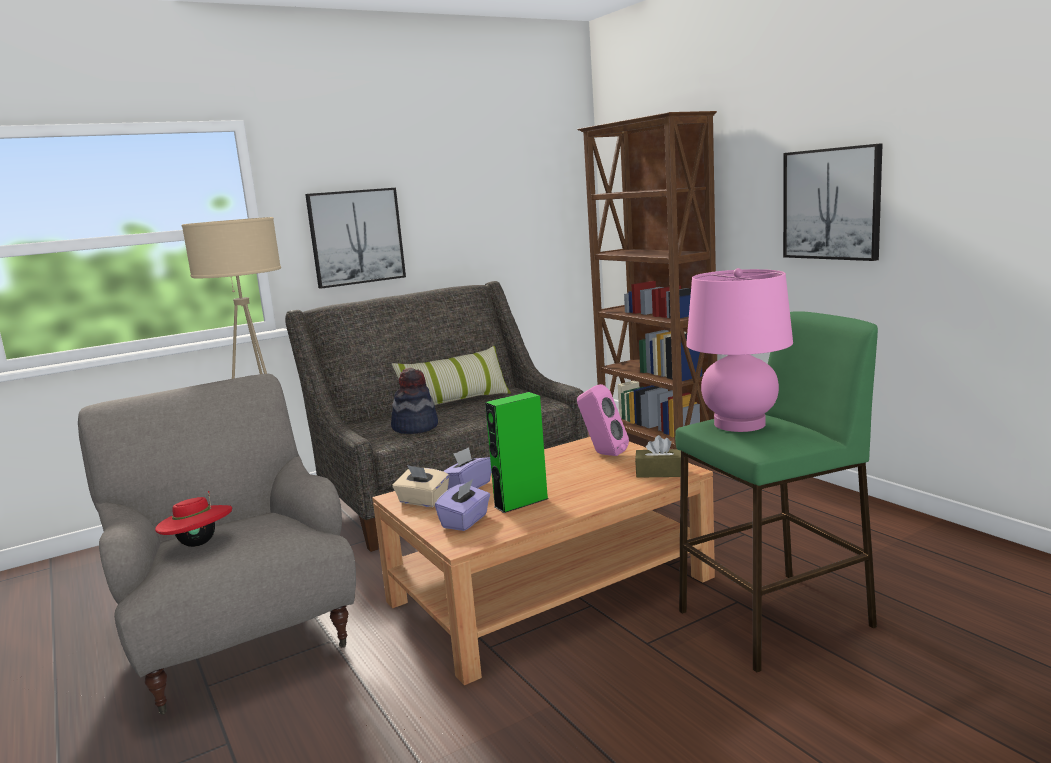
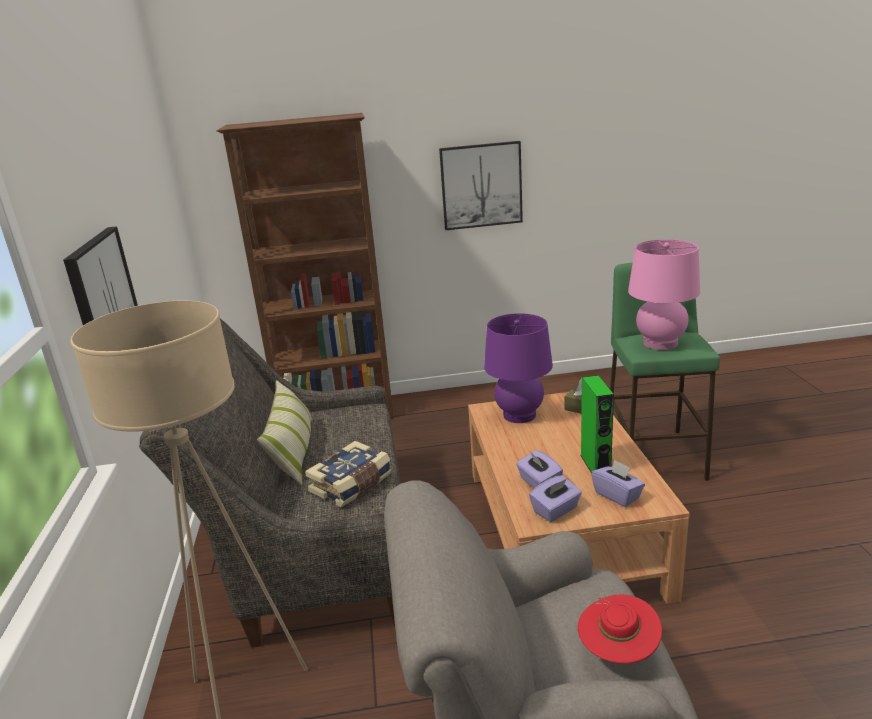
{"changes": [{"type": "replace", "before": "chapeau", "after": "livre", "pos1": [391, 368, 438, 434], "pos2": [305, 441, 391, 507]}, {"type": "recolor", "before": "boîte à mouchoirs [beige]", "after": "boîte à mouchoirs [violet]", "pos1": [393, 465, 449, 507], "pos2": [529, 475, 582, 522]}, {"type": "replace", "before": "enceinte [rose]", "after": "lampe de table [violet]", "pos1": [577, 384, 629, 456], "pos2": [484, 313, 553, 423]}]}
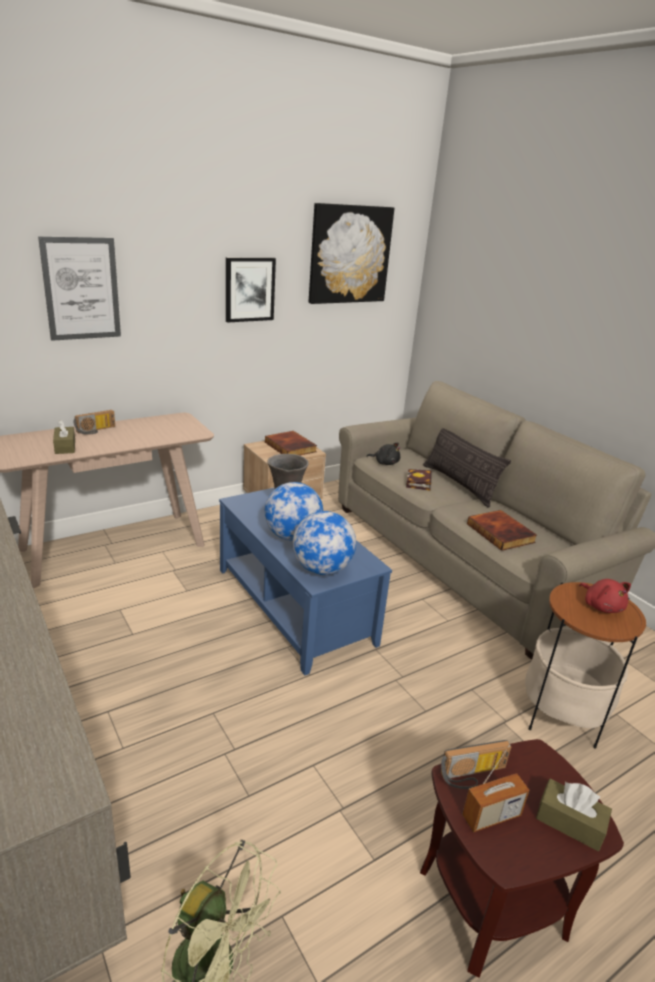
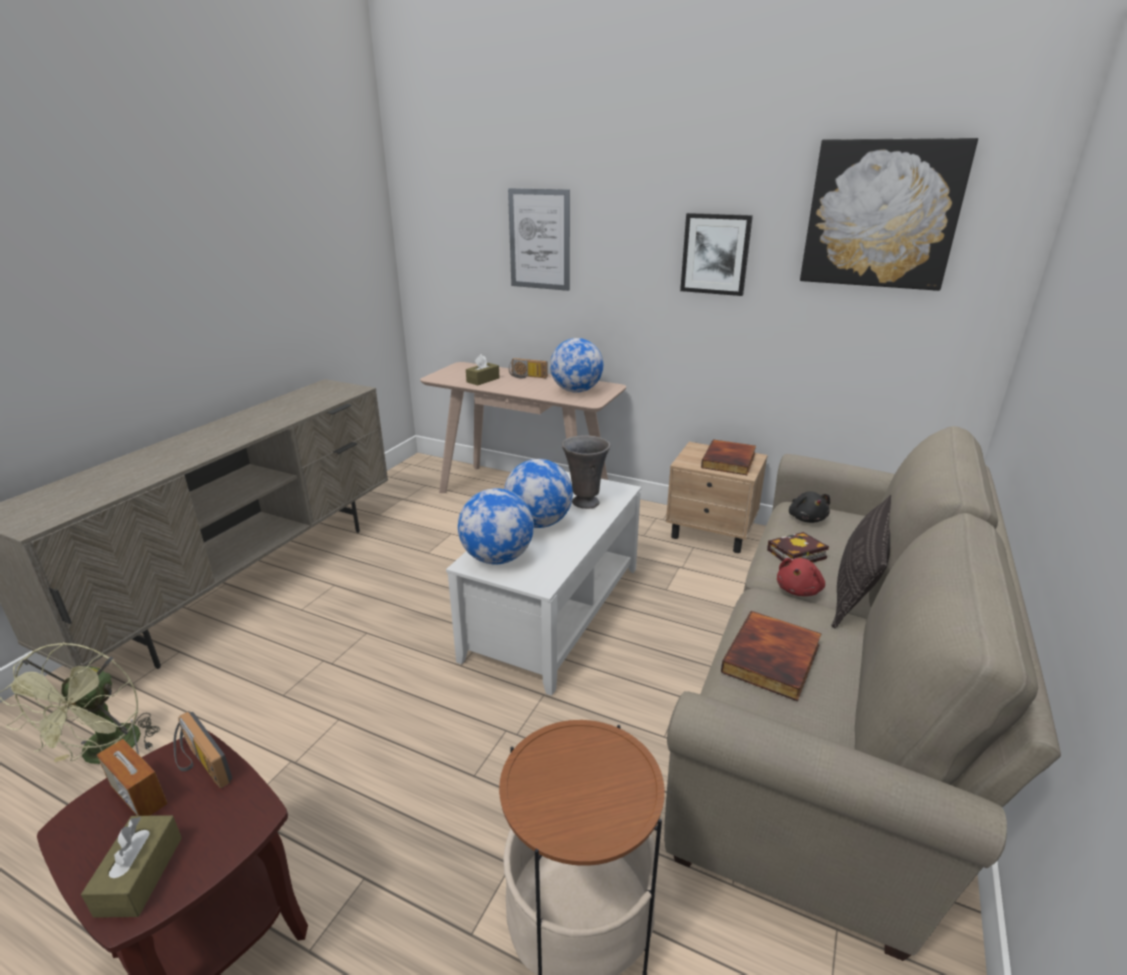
{"changes": [{"type": "recolor", "before": "table basse [bleu]", "after": "table basse [blanc]", "pos1": [219, 488, 392, 675], "pos2": [446, 471, 641, 696]}, {"type": "move", "before": "peluche [rouge]", "pos1": [579, 579, 631, 613], "pos2": [777, 558, 825, 596]}, {"type": "insert", "after": "globe", "pos2": [550, 338, 603, 393]}]}
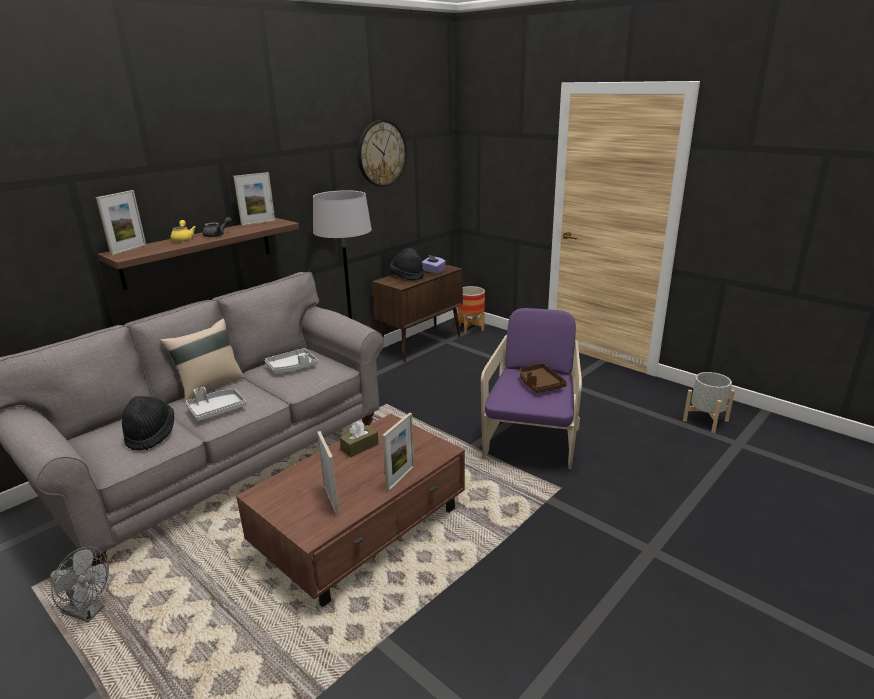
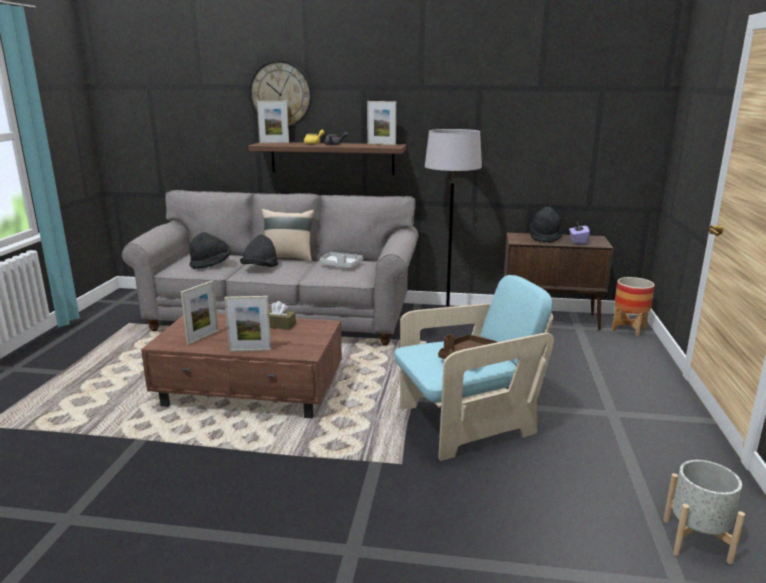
{"changes": [{"type": "delete", "before": "ventilateur [gris]", "pos1": [50, 547, 109, 622]}, {"type": "replace", "before": "plateau [gris]", "after": "chapeau [noir]", "pos1": [185, 387, 246, 421], "pos2": [240, 235, 278, 267]}, {"type": "move", "before": "horloge murale", "pos1": [357, 120, 407, 187], "pos2": [249, 60, 312, 127]}, {"type": "recolor", "before": "fauteuil [violet]", "after": "fauteuil [turquoise]", "pos1": [481, 308, 582, 469], "pos2": [395, 275, 554, 461]}]}
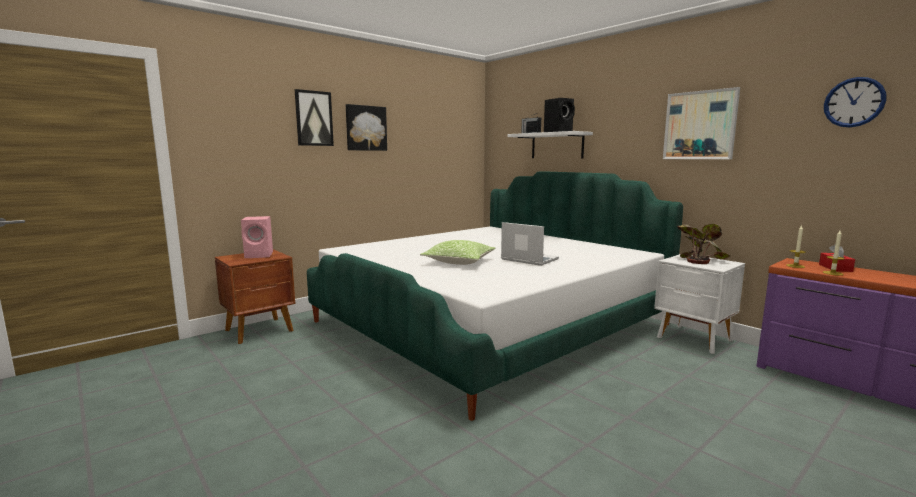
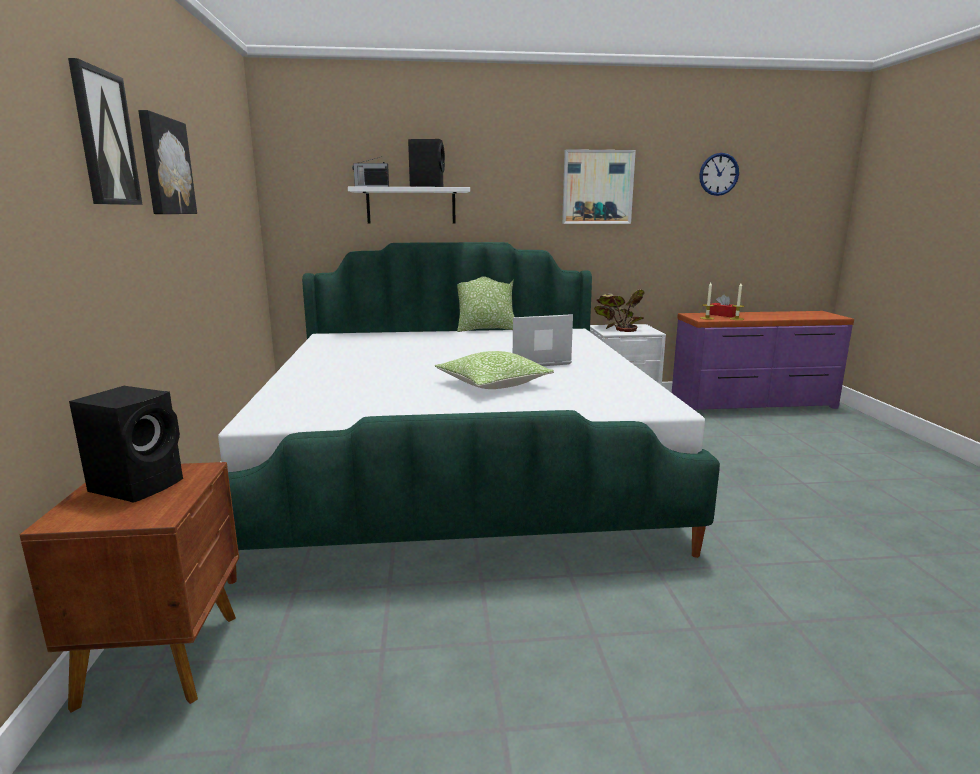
{"changes": [{"type": "recolor", "before": "enceinte [rose]", "after": "enceinte [noir]", "pos1": [241, 216, 273, 258], "pos2": [69, 386, 183, 503]}, {"type": "insert", "after": "coussin", "pos2": [457, 276, 514, 332]}]}
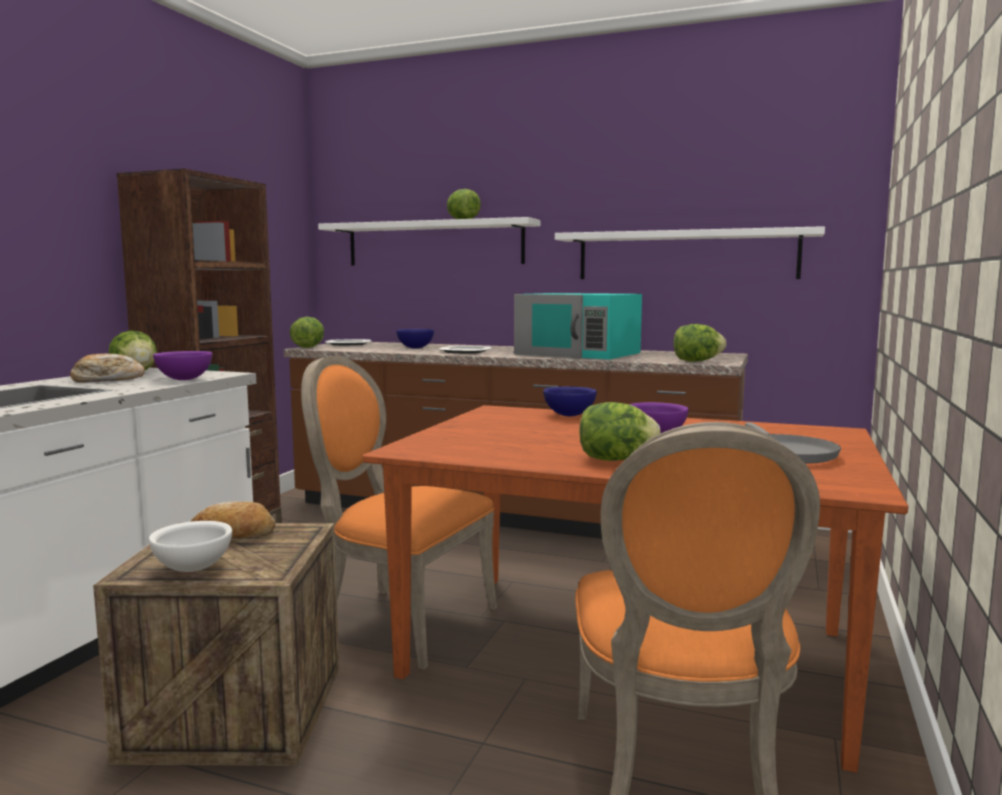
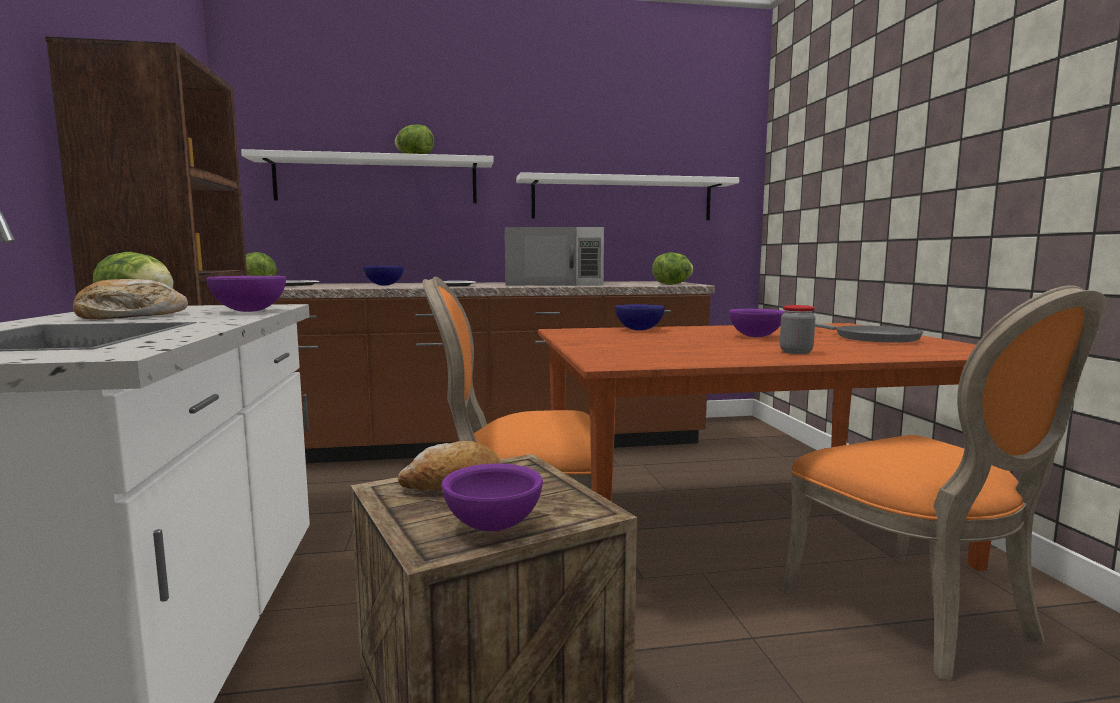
{"changes": [{"type": "recolor", "before": "bol [blanc]", "after": "bol [violet]", "pos1": [149, 521, 232, 572], "pos2": [441, 464, 543, 531]}, {"type": "recolor", "before": "micro-ondes [turquoise]", "after": "micro-ondes [blanc]", "pos1": [514, 293, 642, 359], "pos2": [505, 227, 604, 286]}, {"type": "replace", "before": "laitue", "after": "bocal", "pos1": [579, 402, 661, 461], "pos2": [780, 305, 815, 354]}]}
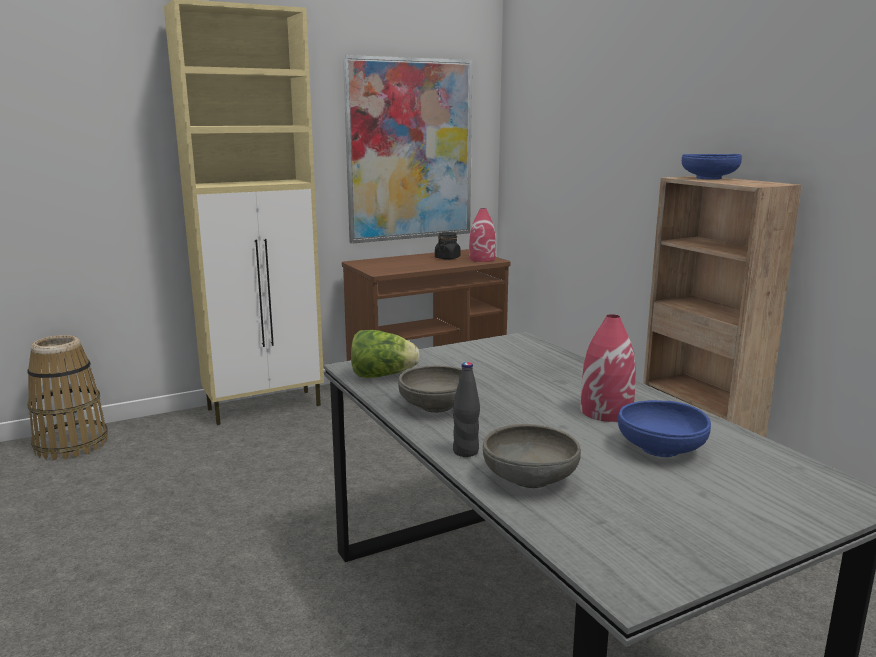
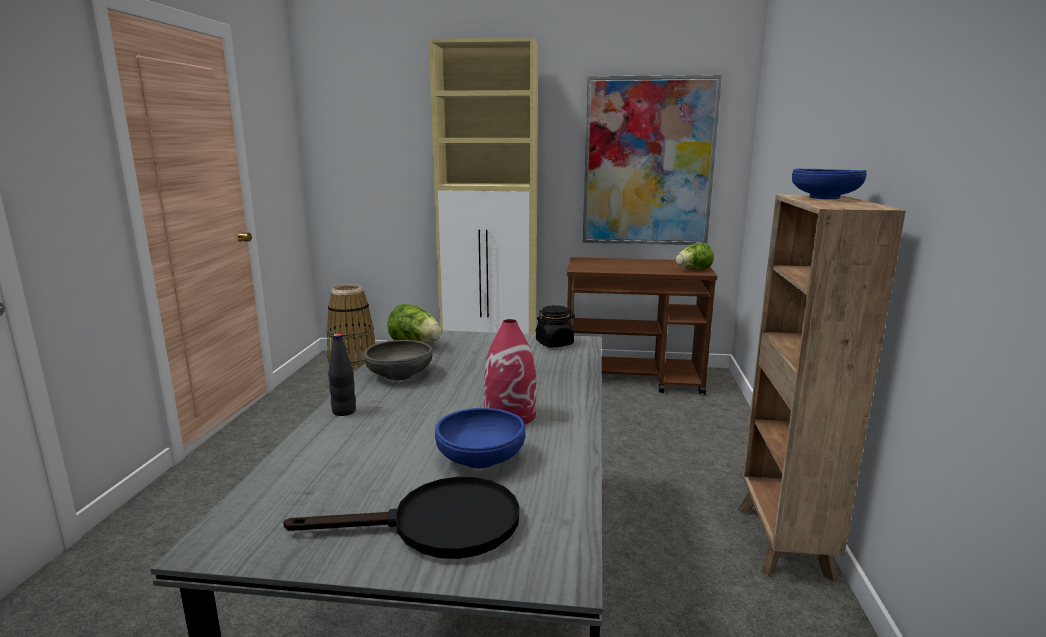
{"changes": [{"type": "move", "before": "bocal [noir]", "pos1": [435, 232, 461, 260], "pos2": [536, 305, 575, 347]}, {"type": "replace", "before": "vase [rouge]", "after": "laitue", "pos1": [469, 208, 496, 262], "pos2": [676, 243, 714, 270]}, {"type": "delete", "before": "bol [gris]", "pos1": [483, 424, 581, 488]}, {"type": "insert", "after": "poêle [noir]", "pos2": [283, 477, 519, 559]}]}
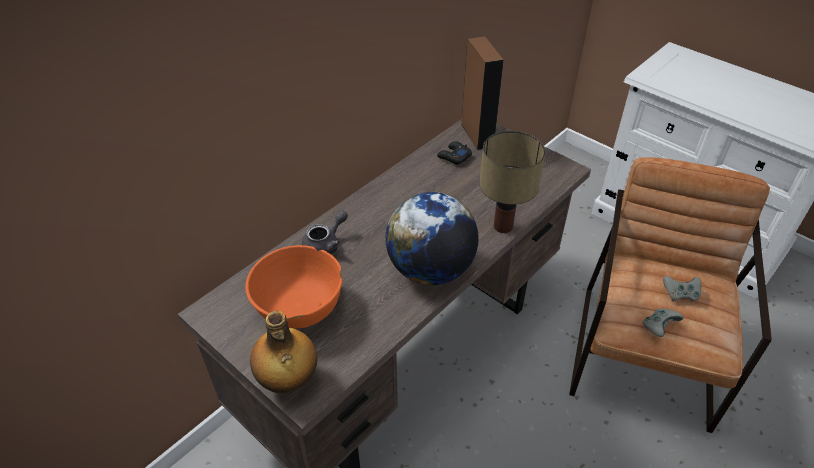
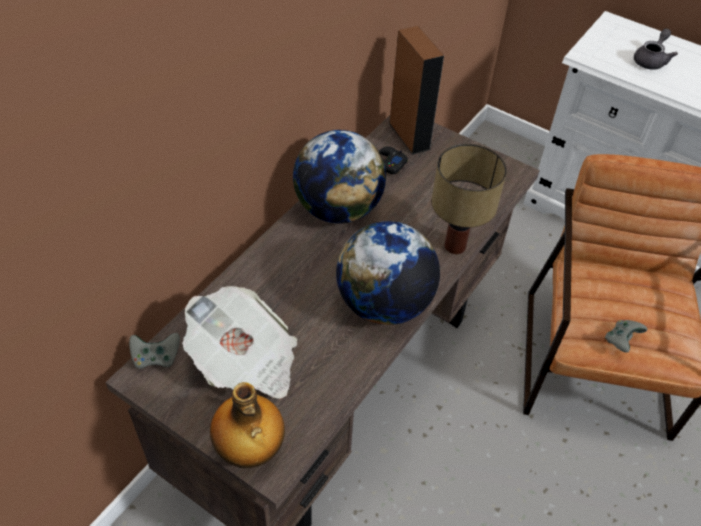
{"changes": [{"type": "replace", "before": "bol [orange]", "after": "journal", "pos1": [245, 245, 343, 329], "pos2": [182, 286, 297, 399]}, {"type": "move", "before": "théière [gris]", "pos1": [302, 210, 348, 254], "pos2": [634, 29, 678, 70]}, {"type": "move", "before": "manette [gris]", "pos1": [663, 276, 701, 302], "pos2": [129, 333, 180, 369]}, {"type": "insert", "after": "globe", "pos2": [293, 130, 386, 224]}]}
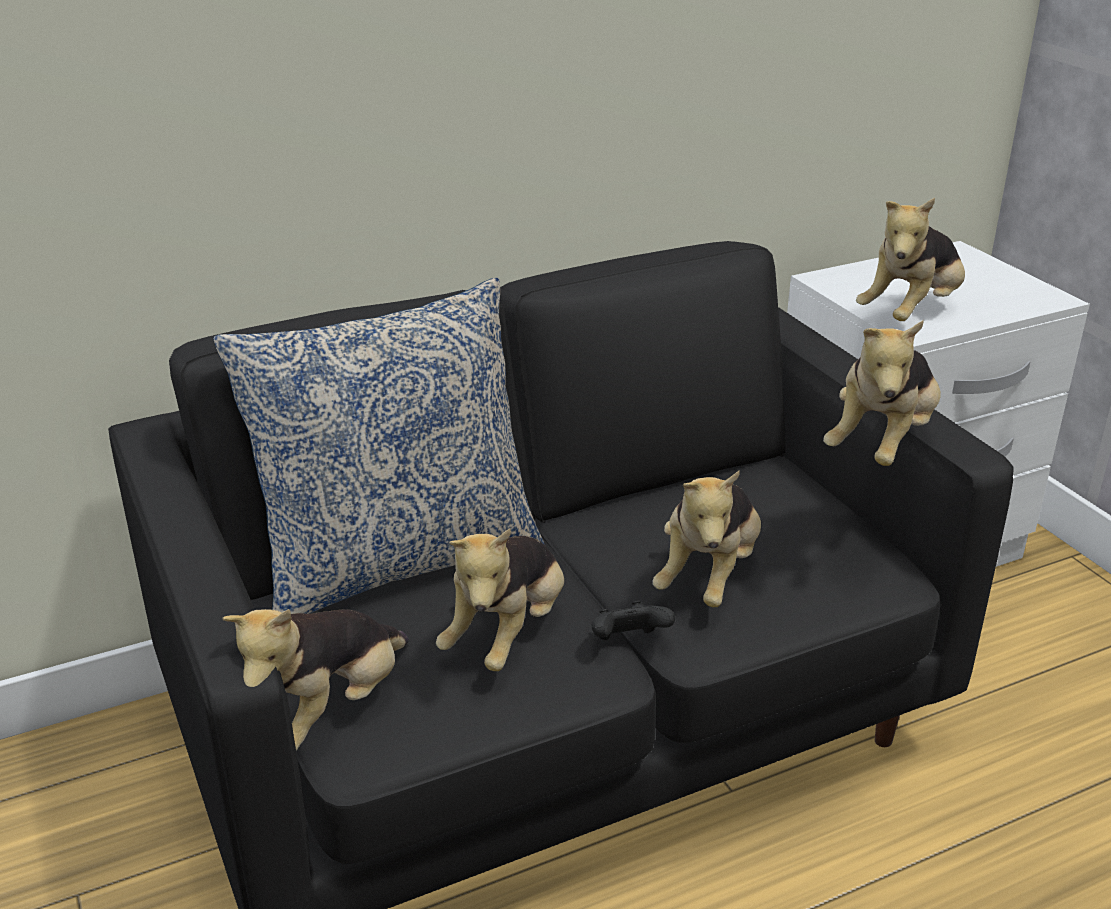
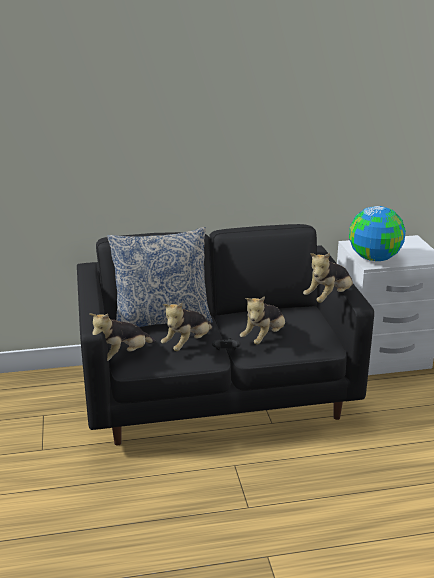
{"changes": [{"type": "replace", "before": "peluche", "after": "globe", "pos1": [856, 198, 965, 321], "pos2": [349, 206, 406, 261]}]}
